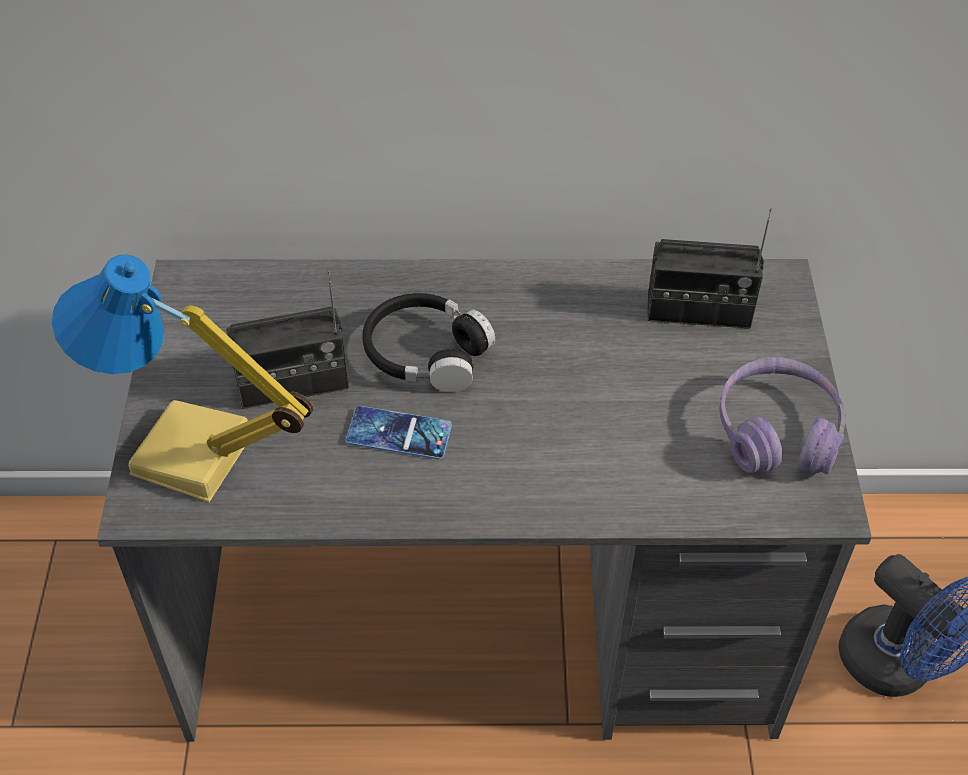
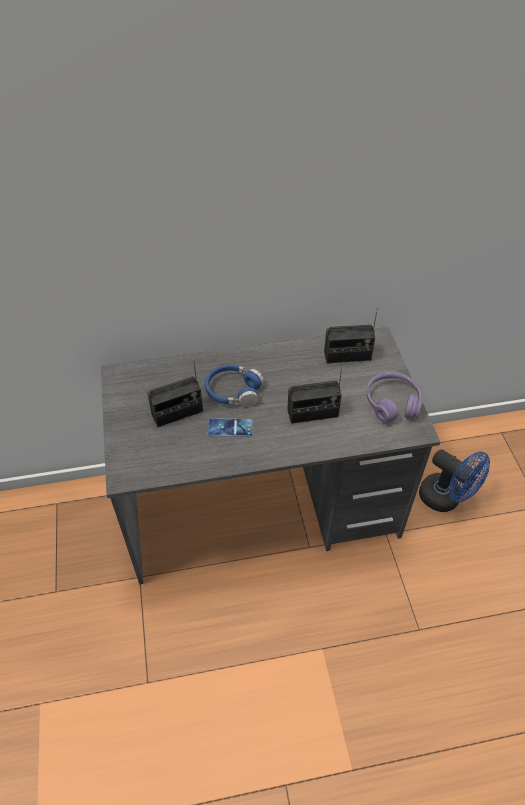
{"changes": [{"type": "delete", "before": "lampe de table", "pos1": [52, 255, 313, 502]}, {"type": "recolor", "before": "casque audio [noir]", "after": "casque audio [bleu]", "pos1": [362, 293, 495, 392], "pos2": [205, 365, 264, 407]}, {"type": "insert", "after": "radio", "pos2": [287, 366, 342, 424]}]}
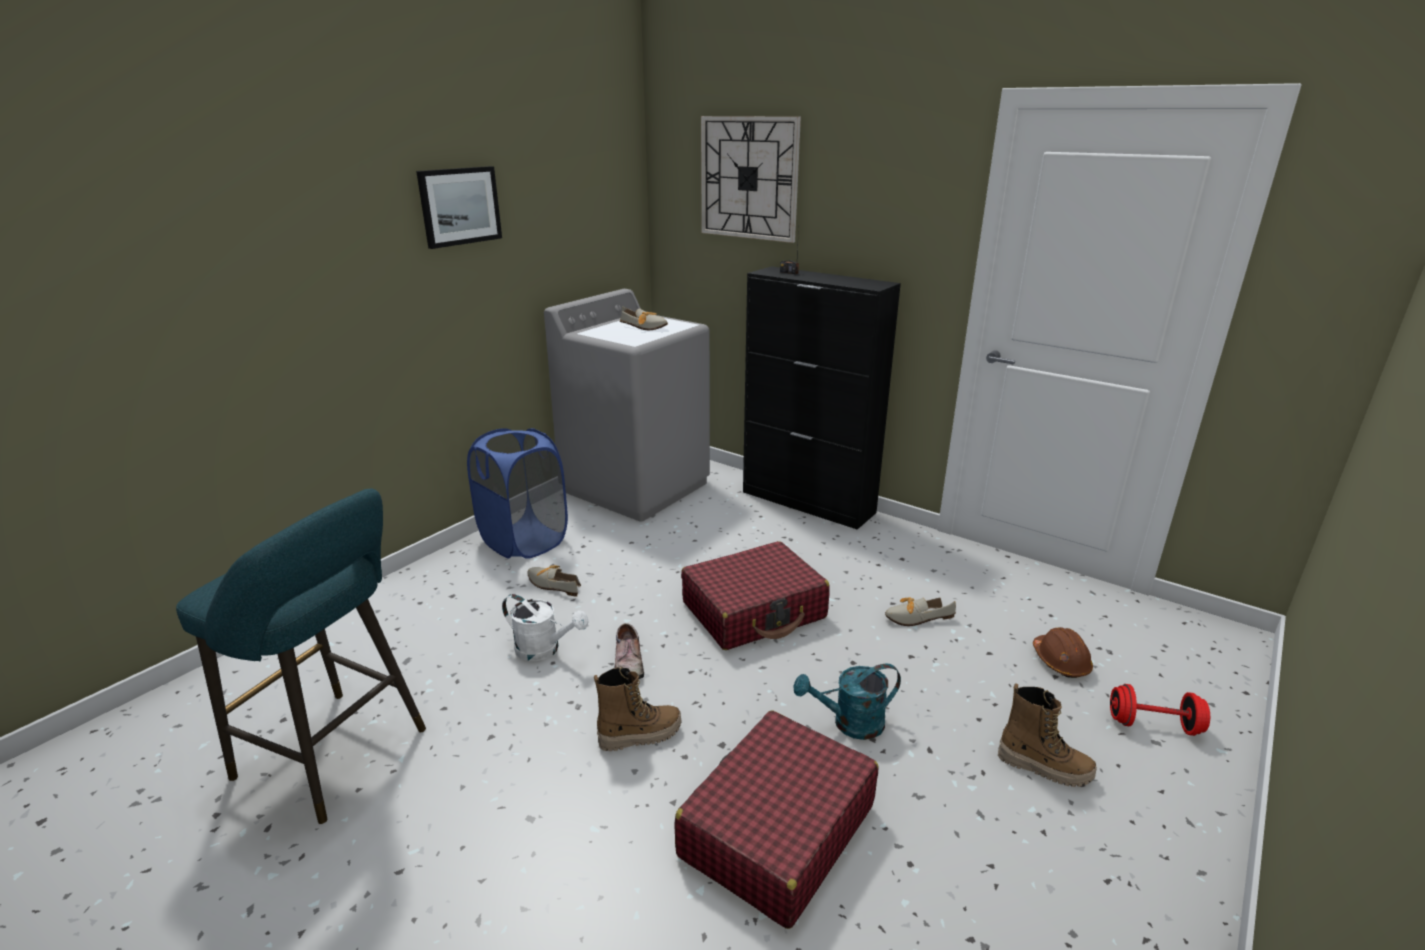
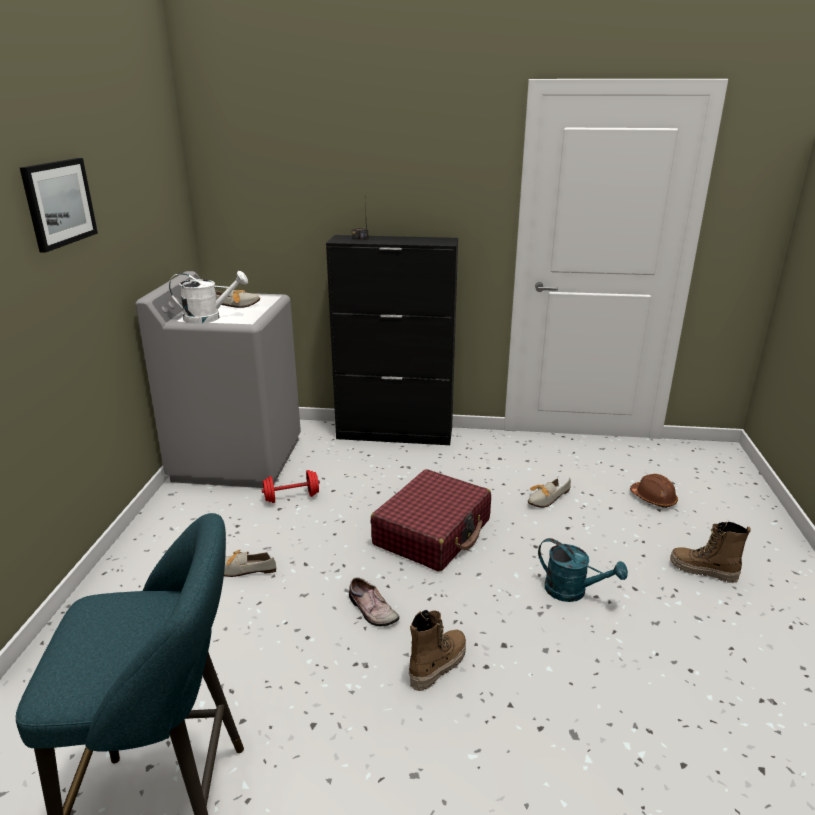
{"changes": [{"type": "delete", "before": "panier à linge [bleu]", "pos1": [467, 428, 568, 559]}, {"type": "move", "before": "arrosoir [blanc]", "pos1": [502, 594, 589, 661], "pos2": [169, 271, 248, 324]}, {"type": "delete", "before": "valise [rouge]", "pos1": [674, 711, 879, 929]}, {"type": "delete", "before": "horloge murale", "pos1": [701, 116, 801, 243]}, {"type": "rotate", "before": "arrosoir [turquoise]", "pos1": [794, 664, 901, 740], "pos2": [538, 538, 628, 602], "turn": -105}, {"type": "rotate", "before": "botte", "pos1": [998, 684, 1097, 787], "pos2": [670, 522, 751, 583], "turn": -150}, {"type": "move", "before": "haltère [rouge]", "pos1": [1110, 684, 1210, 736], "pos2": [262, 470, 320, 503]}]}
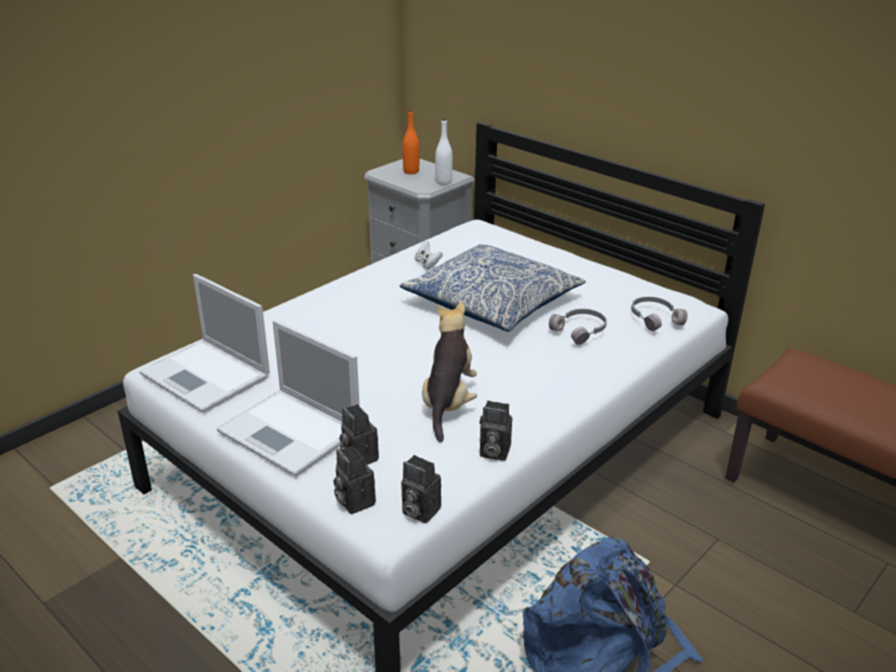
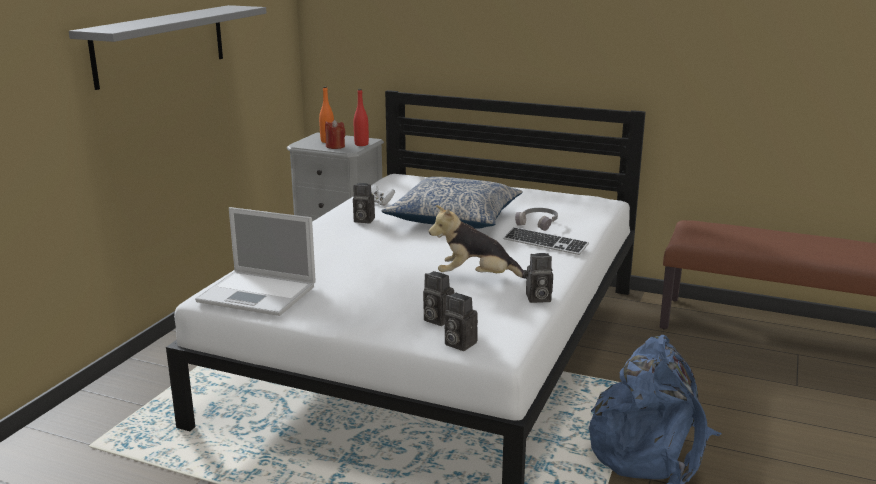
{"changes": [{"type": "delete", "before": "ordinateur portable", "pos1": [217, 320, 360, 477]}, {"type": "move", "before": "appareil photo", "pos1": [401, 455, 441, 523], "pos2": [353, 183, 375, 223]}, {"type": "rotate", "before": "peluche", "pos1": [422, 302, 477, 442], "pos2": [429, 205, 527, 279], "turn": -75}, {"type": "recolor", "before": "bouteille [blanc]", "after": "bouteille [rouge]", "pos1": [435, 118, 452, 185], "pos2": [354, 89, 369, 146]}, {"type": "delete", "before": "casque audio [gris]", "pos1": [631, 297, 688, 331]}, {"type": "insert", "after": "étagère [gris]", "pos2": [69, 5, 266, 90]}, {"type": "insert", "after": "bougie [rouge]", "pos2": [325, 119, 345, 149]}, {"type": "insert", "after": "clavier", "pos2": [504, 227, 589, 255]}]}
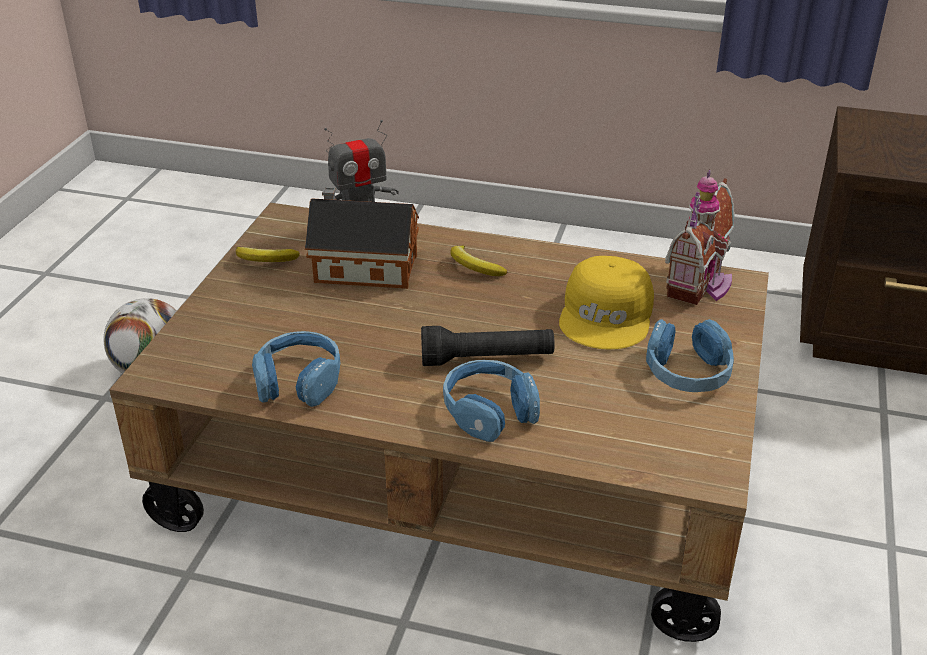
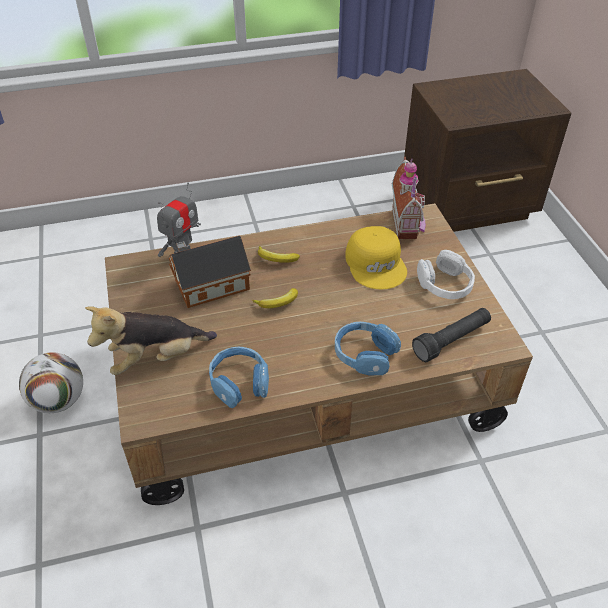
{"changes": [{"type": "move", "before": "banane", "pos1": [236, 247, 300, 262], "pos2": [252, 288, 298, 308]}, {"type": "move", "before": "lampe de poche [noir]", "pos1": [421, 326, 555, 366], "pos2": [412, 308, 491, 362]}, {"type": "recolor", "before": "casque audio [bleu]", "after": "casque audio [blanc]", "pos1": [646, 319, 734, 392], "pos2": [417, 250, 475, 299]}, {"type": "insert", "after": "peluche", "pos2": [85, 306, 217, 375]}]}
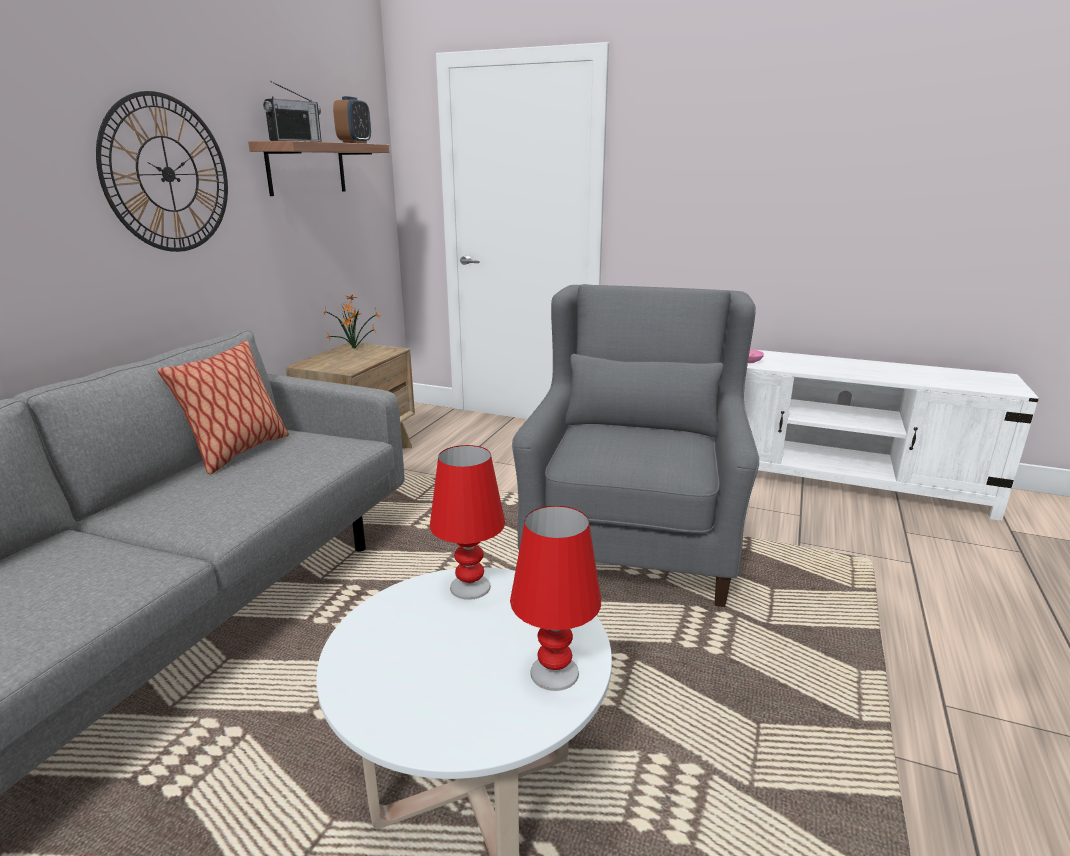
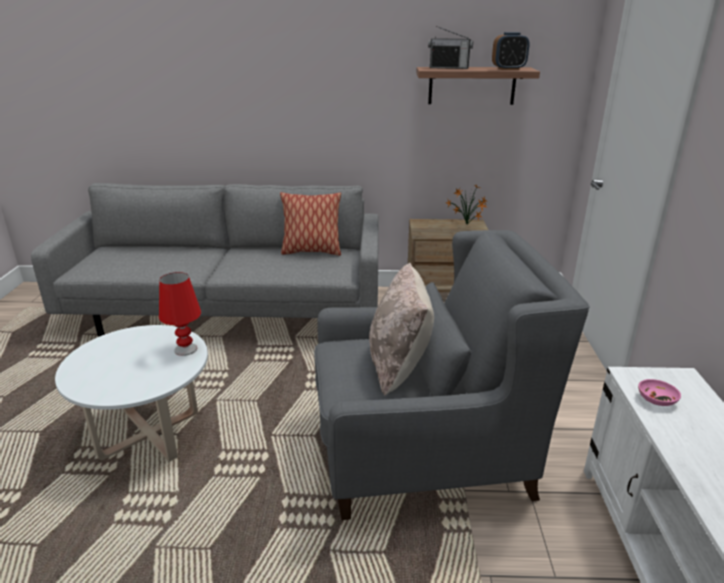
{"changes": [{"type": "delete", "before": "horloge murale", "pos1": [96, 91, 228, 252]}, {"type": "delete", "before": "lampe de table [rouge]", "pos1": [510, 506, 601, 691]}, {"type": "insert", "after": "coussin [beige]", "pos2": [369, 263, 434, 395]}]}
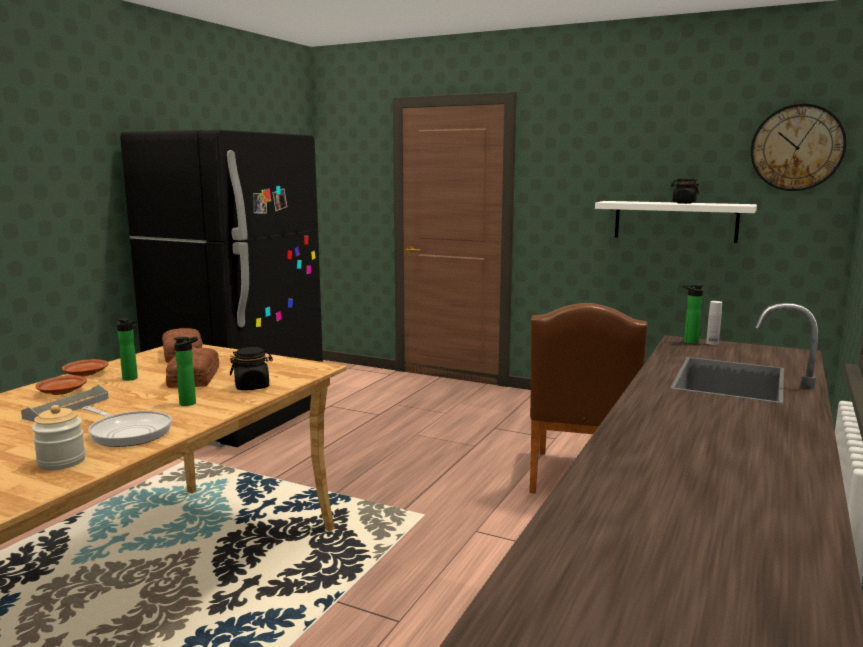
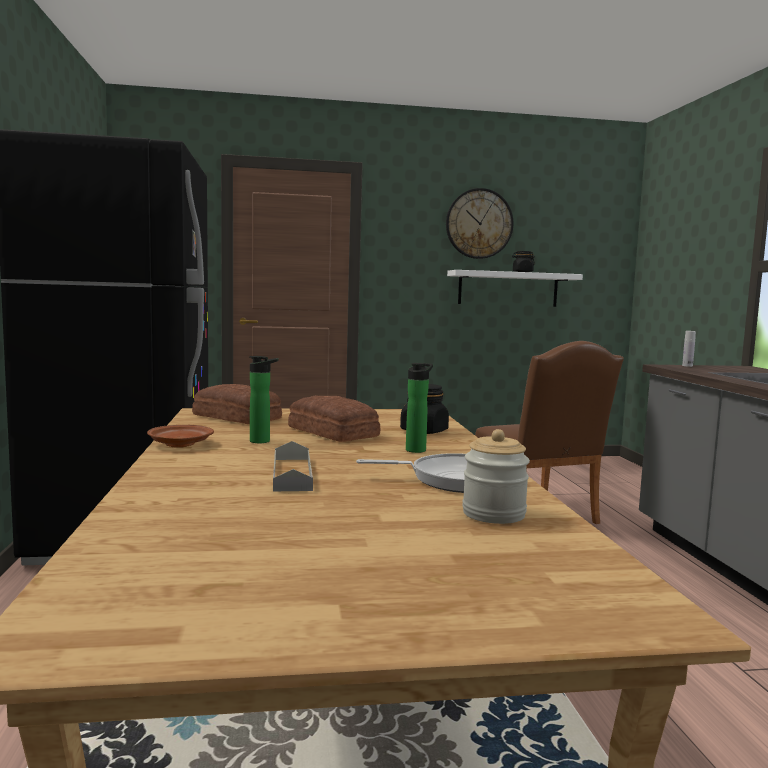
{"changes": [{"type": "delete", "before": "assiette [marron]", "pos1": [35, 376, 87, 395]}, {"type": "delete", "before": "bouteille", "pos1": [682, 284, 704, 344]}, {"type": "move", "before": "horloge murale", "pos1": [751, 103, 846, 191], "pos2": [446, 188, 513, 259]}]}
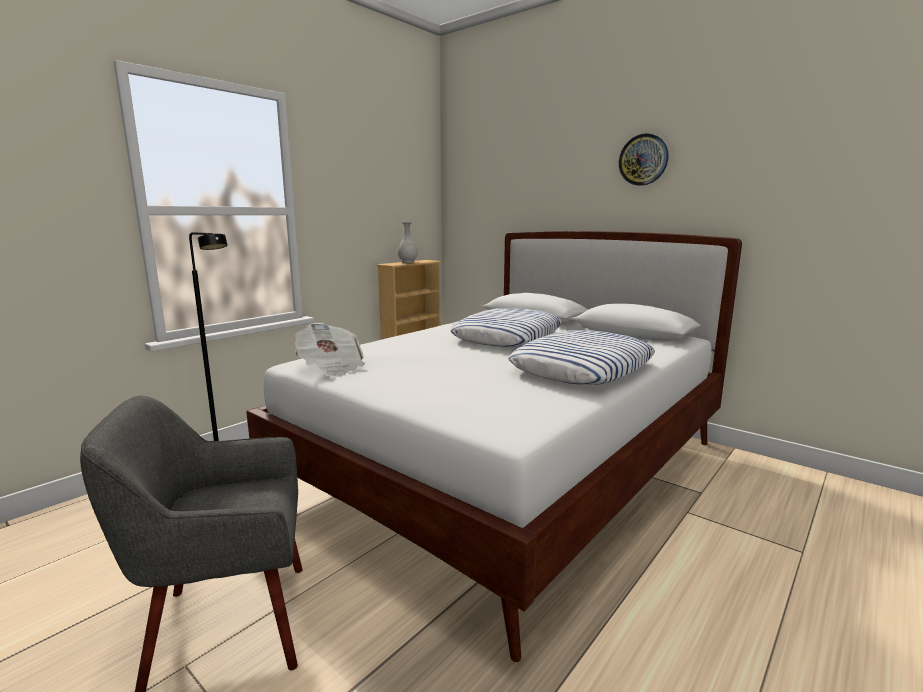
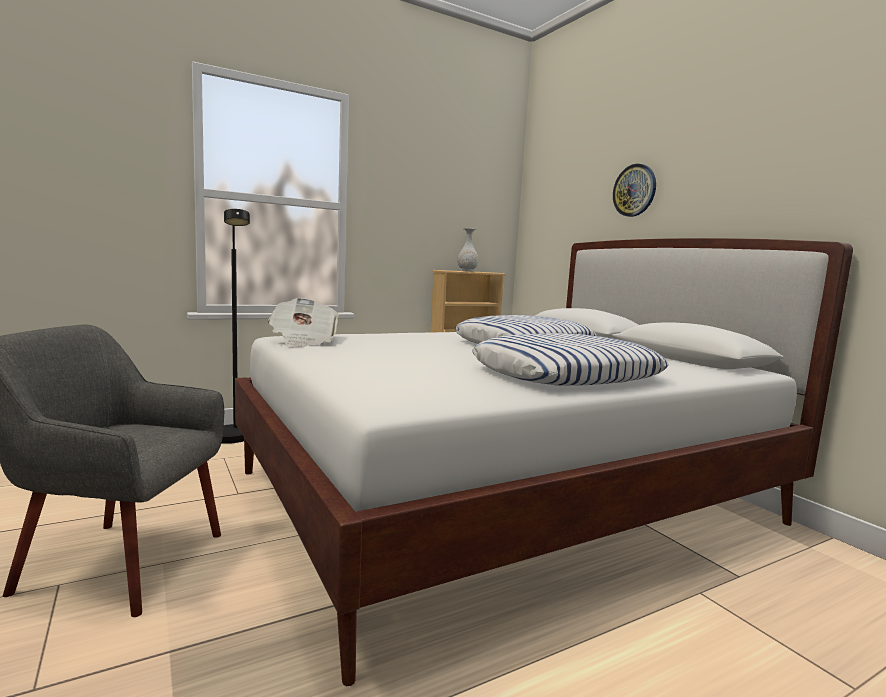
{"changes": [{"type": "move", "before": "horloge murale", "pos1": [619, 133, 668, 186], "pos2": [613, 164, 656, 217]}]}
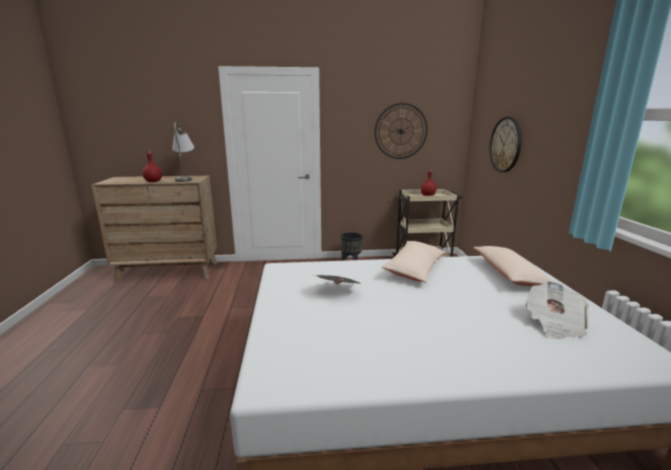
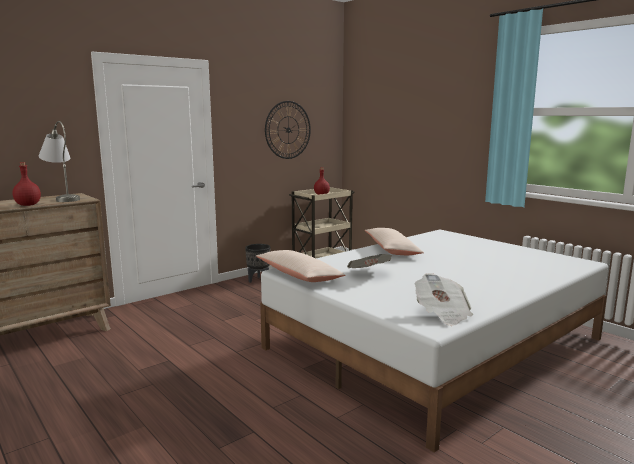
{"changes": [{"type": "move", "before": "coussin [beige]", "pos1": [473, 246, 552, 287], "pos2": [256, 250, 345, 282]}, {"type": "delete", "before": "horloge murale", "pos1": [490, 117, 522, 172]}, {"type": "move", "before": "journal", "pos1": [525, 281, 589, 339], "pos2": [415, 273, 473, 326]}]}
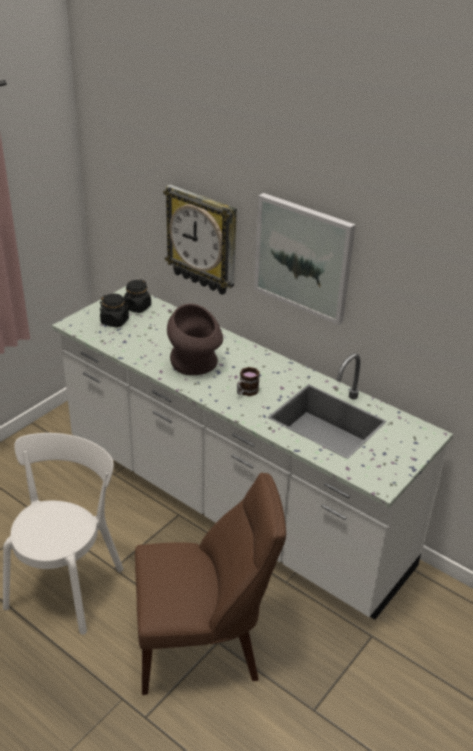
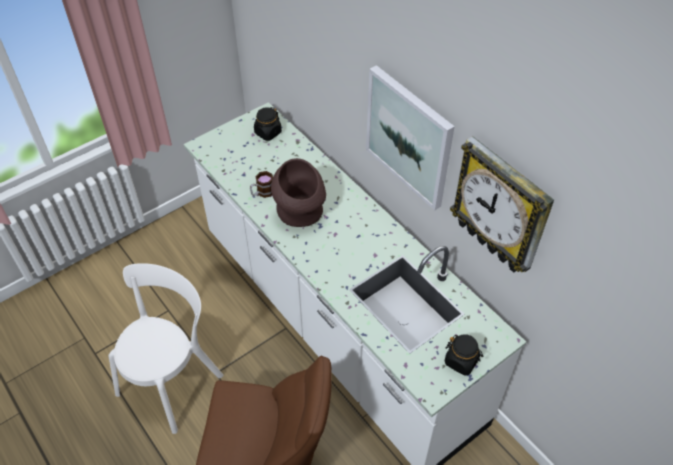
{"changes": [{"type": "move", "before": "bocal [noir]", "pos1": [100, 293, 129, 327], "pos2": [445, 334, 484, 376]}, {"type": "move", "before": "horloge murale", "pos1": [163, 184, 237, 295], "pos2": [450, 136, 554, 273]}, {"type": "move", "before": "mug", "pos1": [237, 367, 260, 396], "pos2": [250, 171, 273, 198]}]}
